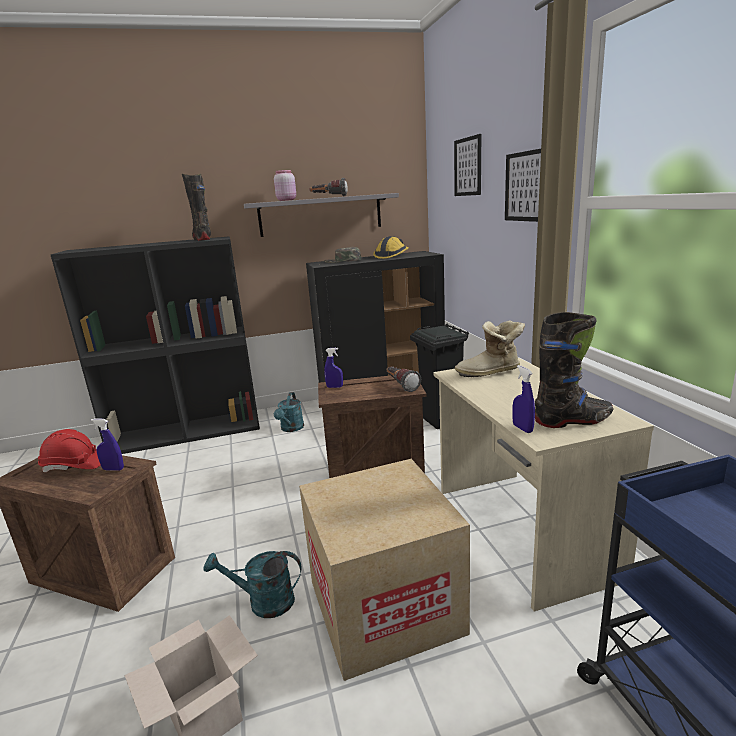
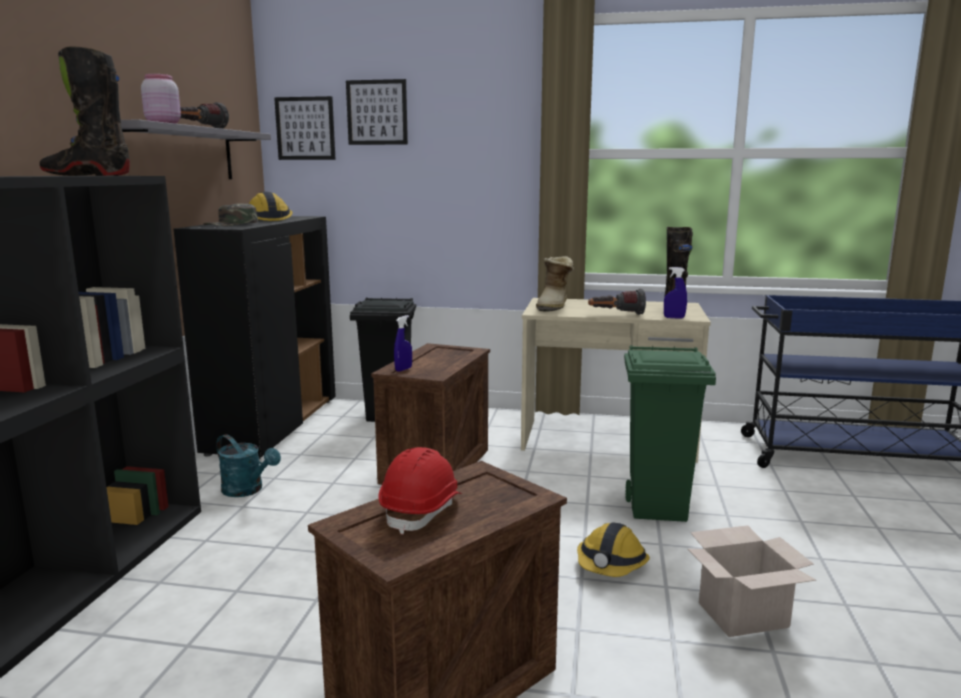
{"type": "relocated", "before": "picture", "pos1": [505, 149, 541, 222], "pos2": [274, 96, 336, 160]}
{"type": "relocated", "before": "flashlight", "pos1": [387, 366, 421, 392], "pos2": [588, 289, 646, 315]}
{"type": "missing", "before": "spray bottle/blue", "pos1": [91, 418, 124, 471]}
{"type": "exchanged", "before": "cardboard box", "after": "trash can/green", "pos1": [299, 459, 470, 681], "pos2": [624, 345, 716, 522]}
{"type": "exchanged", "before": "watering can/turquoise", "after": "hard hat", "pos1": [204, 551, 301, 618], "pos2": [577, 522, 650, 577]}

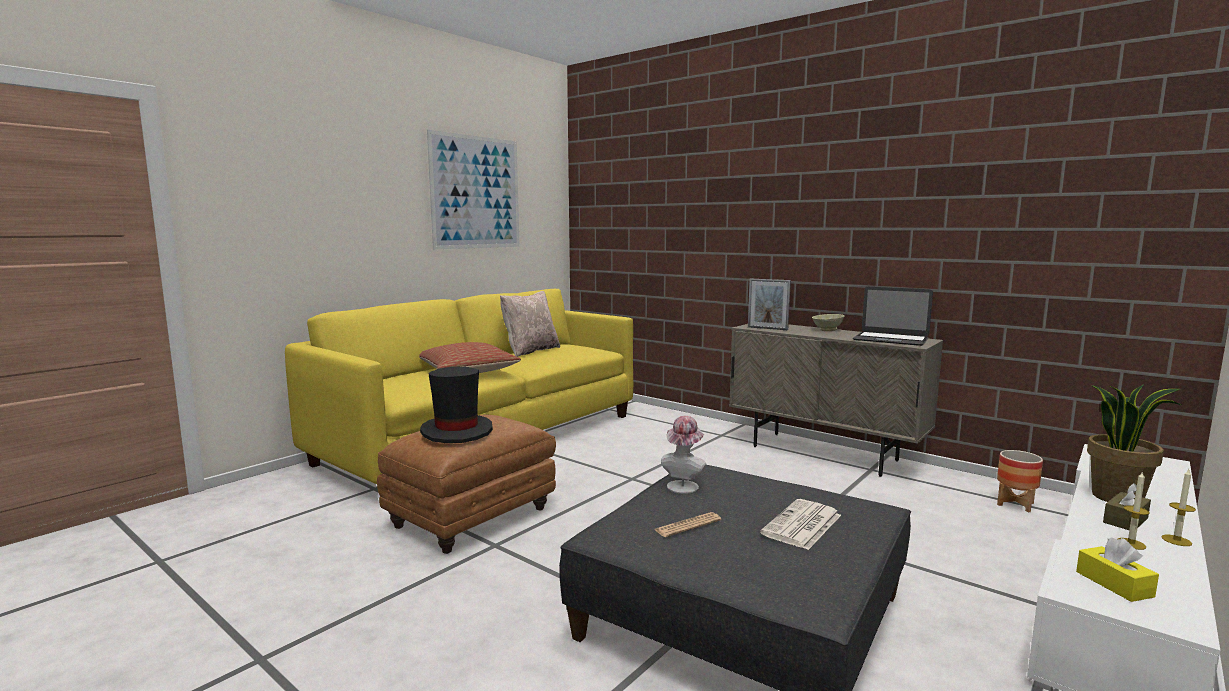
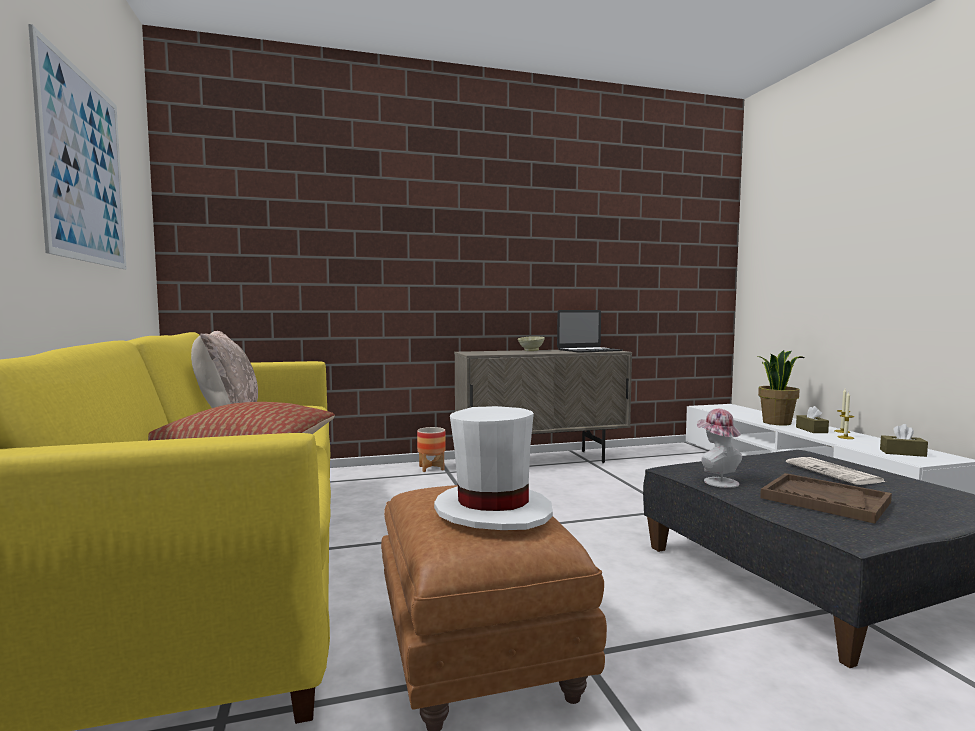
{"type": "missing", "before": "picture frame", "pos1": [748, 279, 791, 330]}
{"type": "colour", "before": "hat/black", "after": "hat/white", "pos1": [420, 367, 493, 443], "pos2": [434, 406, 553, 530]}
{"type": "relocated", "before": "planter", "pos1": [997, 450, 1043, 512], "pos2": [417, 427, 446, 472]}
{"type": "exchanged", "before": "newspaper", "after": "tray/brown", "pos1": [655, 512, 722, 537], "pos2": [760, 473, 892, 523]}
{"type": "colour", "before": "tissue box/yellow", "after": "tissue box/brown", "pos1": [1076, 538, 1159, 602], "pos2": [880, 424, 928, 457]}

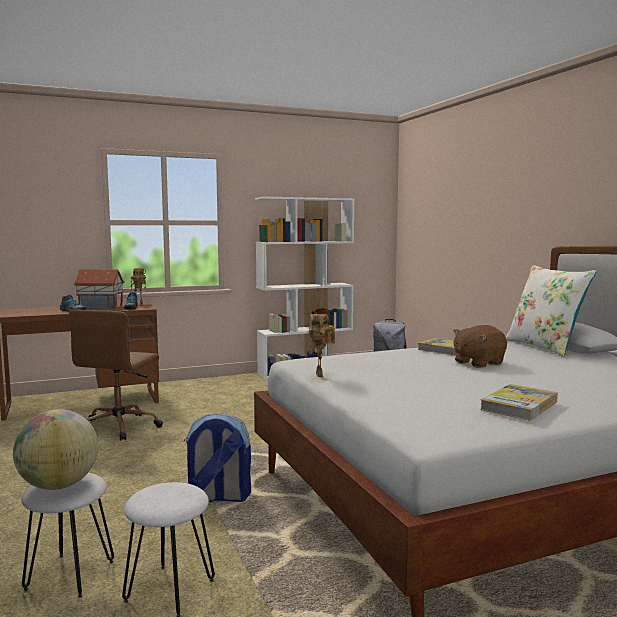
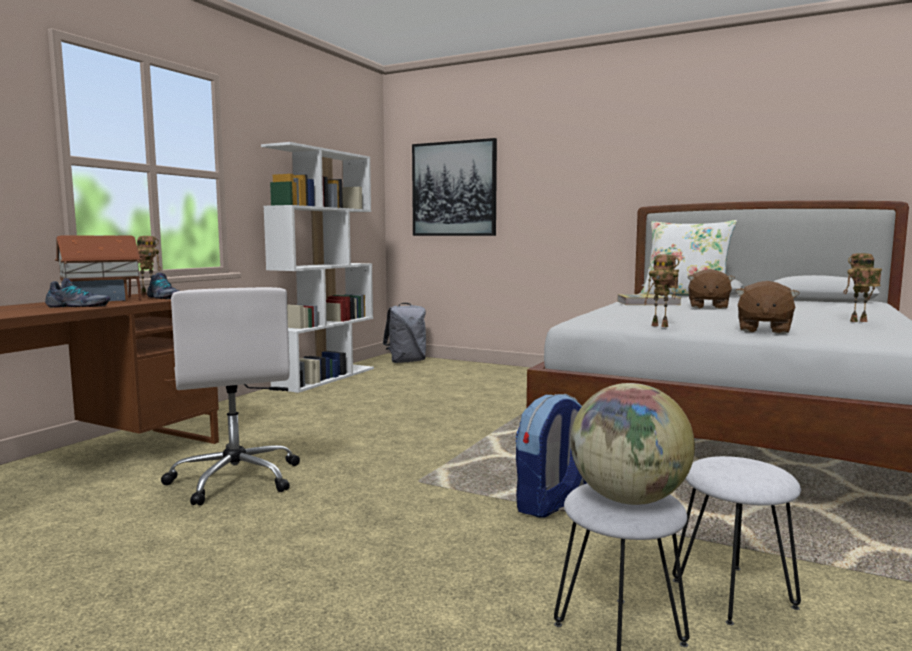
{"type": "colour", "before": "office chair/brown", "after": "office chair/white", "pos1": [69, 310, 163, 440], "pos2": [161, 287, 300, 505]}
{"type": "exchanged", "before": "book", "after": "toy robot", "pos1": [480, 384, 558, 421], "pos2": [843, 253, 882, 322]}
{"type": "appeared", "after": "picture", "pos2": [412, 138, 497, 236]}
{"type": "appeared", "after": "plush toy/brown", "pos2": [735, 281, 800, 334]}

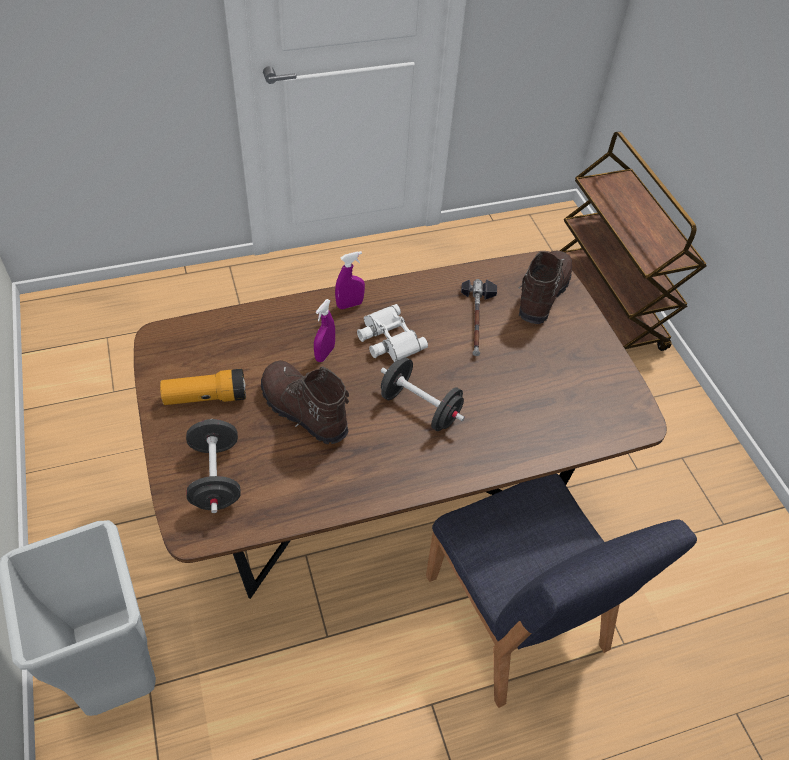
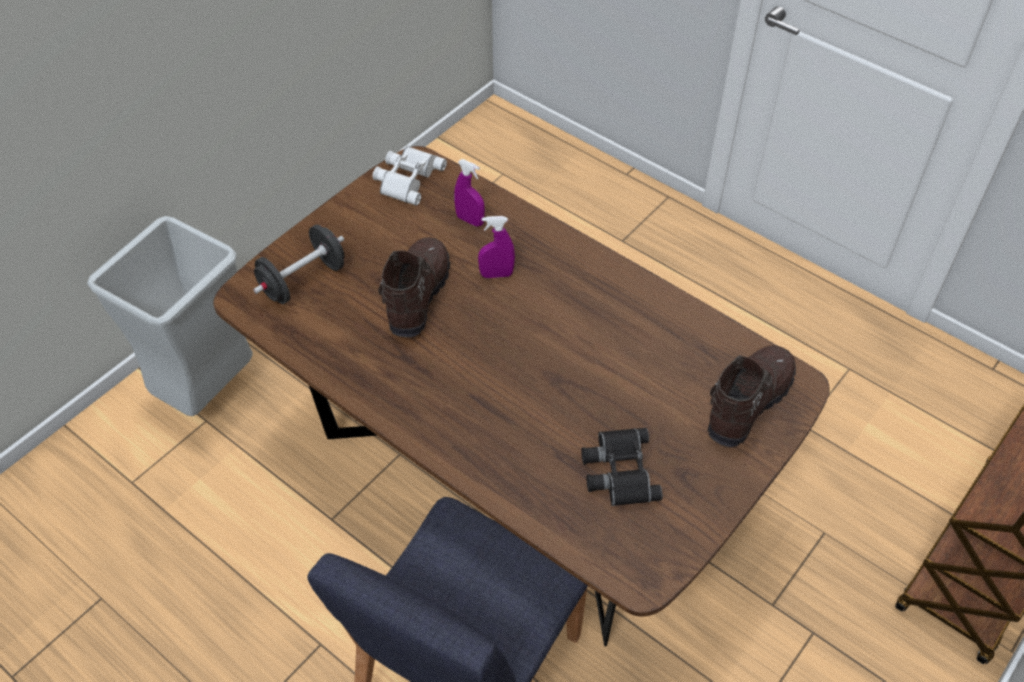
{"type": "spun", "before": "boot/brown", "pos1": [519, 250, 572, 324], "pos2": [707, 345, 796, 447], "turn": -45}
{"type": "relocated", "before": "spray bottle/purple", "pos1": [335, 251, 365, 309], "pos2": [454, 159, 485, 226]}
{"type": "missing", "before": "hammer", "pos1": [461, 279, 497, 356]}
{"type": "relocated", "before": "binoculars/white", "pos1": [357, 304, 428, 362], "pos2": [372, 146, 447, 205]}
{"type": "missing", "before": "dumbbell/black", "pos1": [381, 357, 465, 431]}
{"type": "missing", "before": "flashlight", "pos1": [160, 369, 246, 405]}
{"type": "appeared", "after": "binoculars/black", "pos2": [581, 428, 663, 506]}

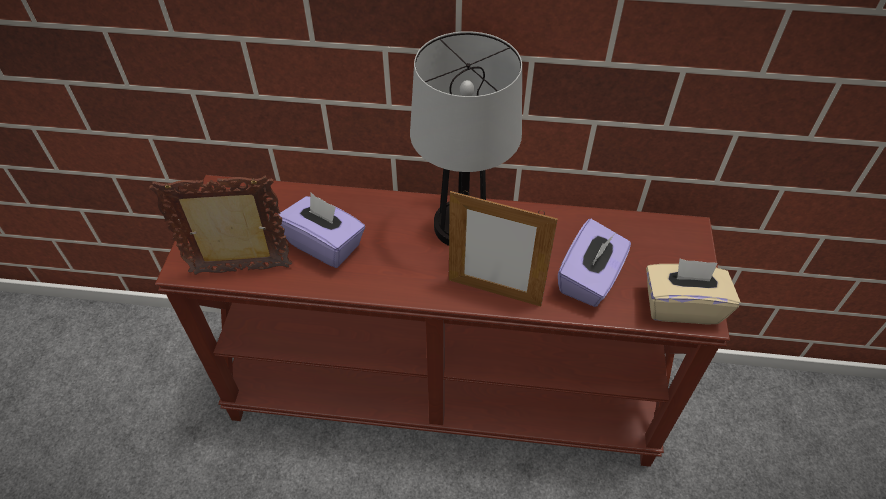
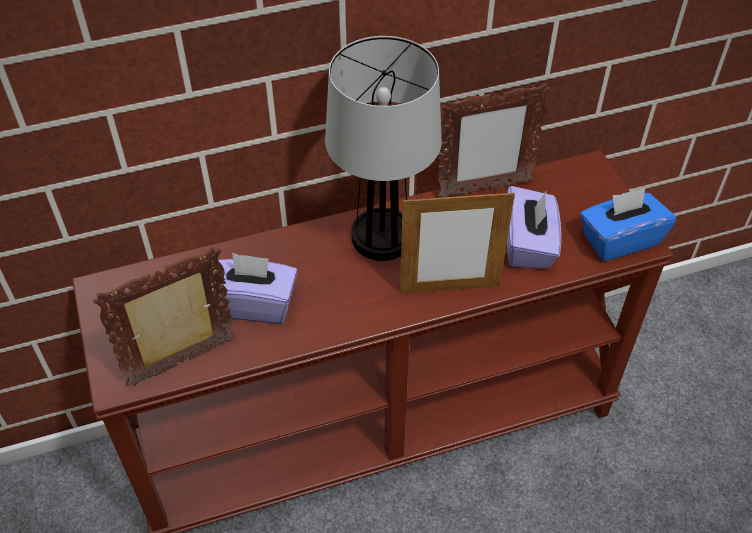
{"type": "colour", "before": "tissue box/beige", "after": "tissue box/blue", "pos1": [646, 258, 740, 324], "pos2": [580, 188, 676, 261]}
{"type": "appeared", "after": "picture frame", "pos2": [437, 83, 550, 198]}

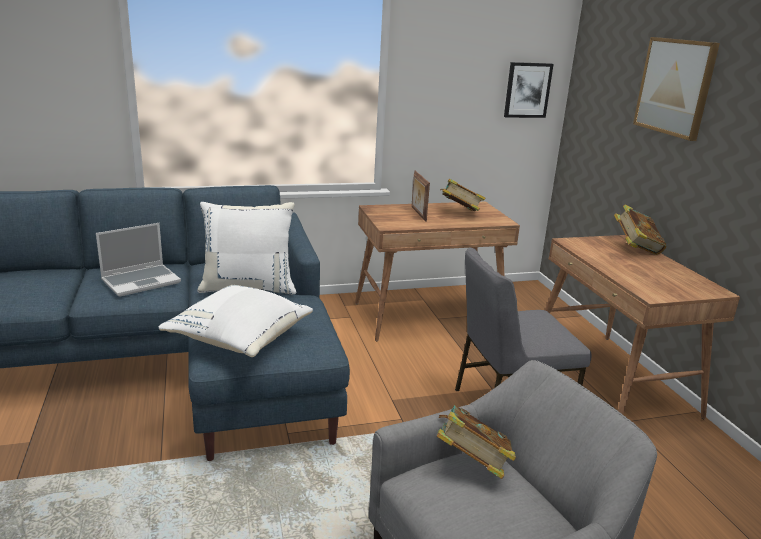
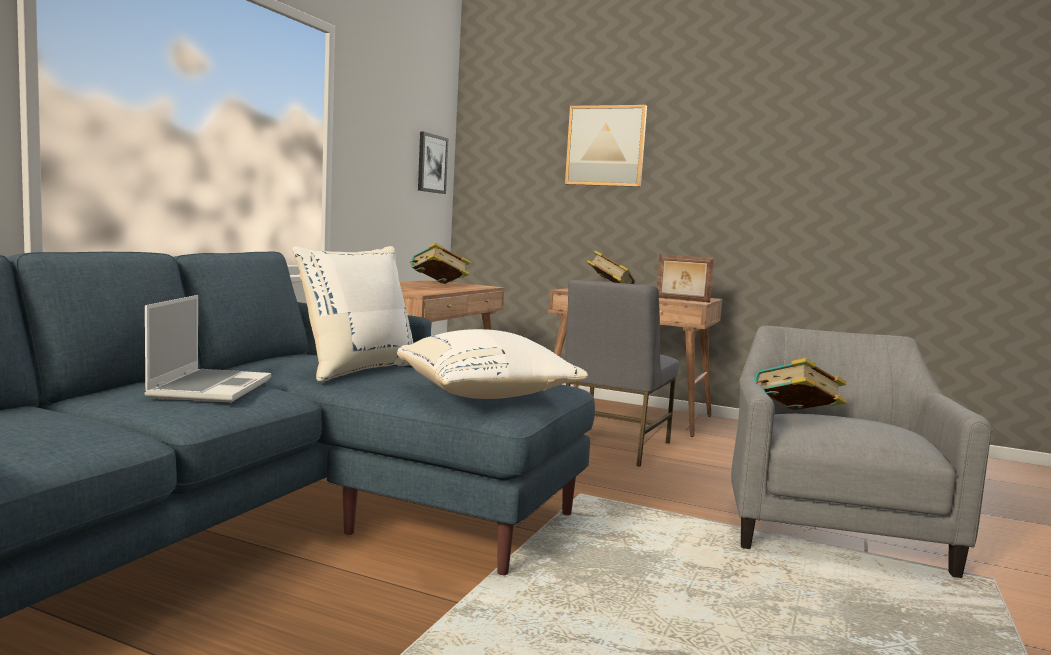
{"type": "relocated", "before": "picture frame", "pos1": [412, 171, 430, 222], "pos2": [657, 254, 714, 302]}

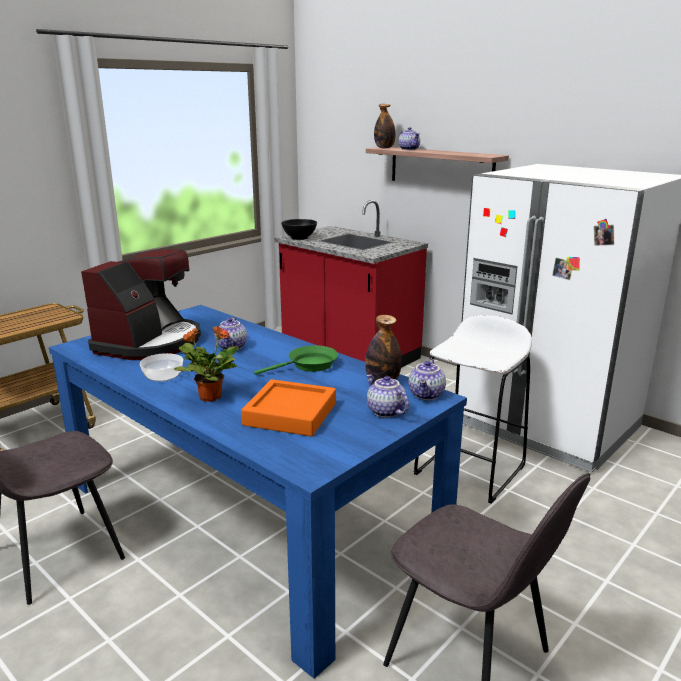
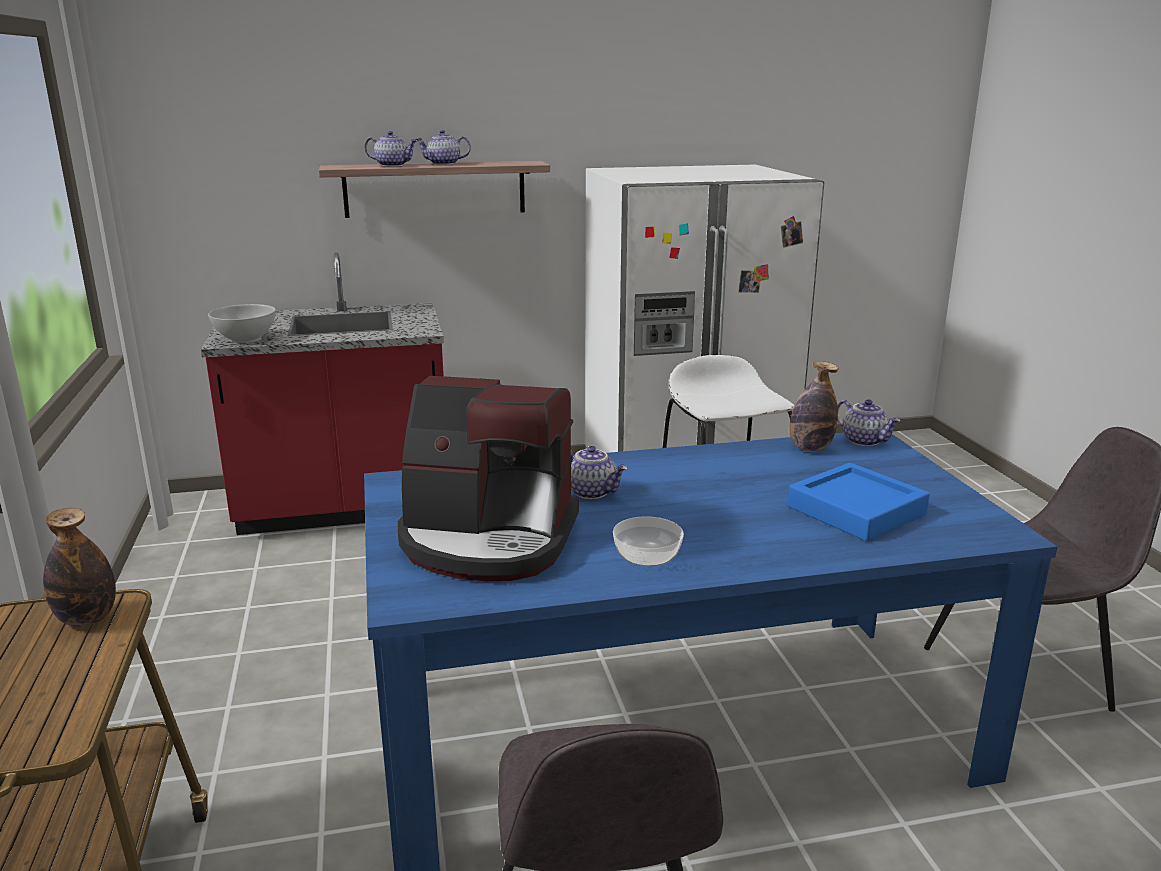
{"type": "relocated", "before": "bottle", "pos1": [374, 104, 396, 148], "pos2": [43, 508, 116, 627]}
{"type": "colour", "before": "bowl/black", "after": "bowl/white", "pos1": [281, 219, 317, 240], "pos2": [208, 304, 276, 343]}
{"type": "spun", "before": "coffee machine", "pos1": [81, 249, 201, 360], "pos2": [398, 376, 579, 581], "turn": 135}
{"type": "missing", "before": "potted plant", "pos1": [174, 326, 239, 402]}
{"type": "missing", "before": "frying pan/green", "pos1": [254, 345, 338, 375]}
{"type": "relocated", "before": "teapot", "pos1": [366, 374, 409, 418], "pos2": [415, 130, 471, 165]}
{"type": "colour", "before": "tray/orange", "after": "tray/blue", "pos1": [241, 379, 336, 436], "pos2": [788, 463, 930, 541]}

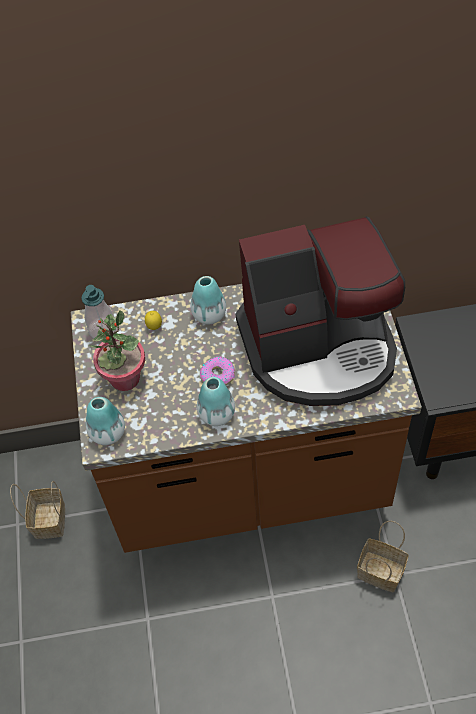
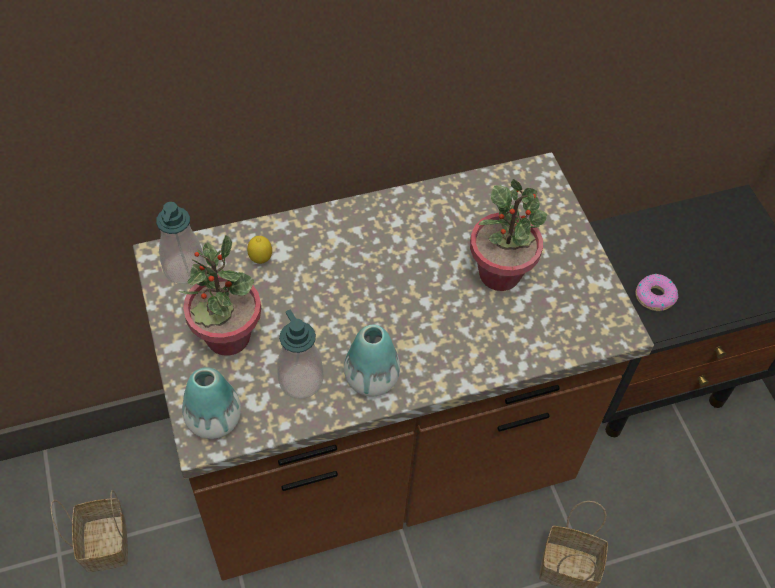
{"type": "exchanged", "before": "coffee machine", "after": "potted plant", "pos1": [235, 216, 405, 406], "pos2": [470, 179, 547, 291]}
{"type": "missing", "before": "vase", "pos1": [191, 276, 226, 324]}
{"type": "relocated", "before": "donut", "pos1": [200, 357, 235, 385], "pos2": [636, 274, 678, 311]}
{"type": "appeared", "after": "soap dispenser", "pos2": [277, 309, 323, 399]}

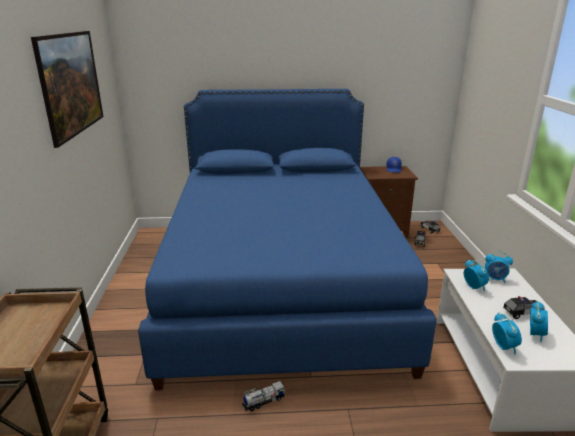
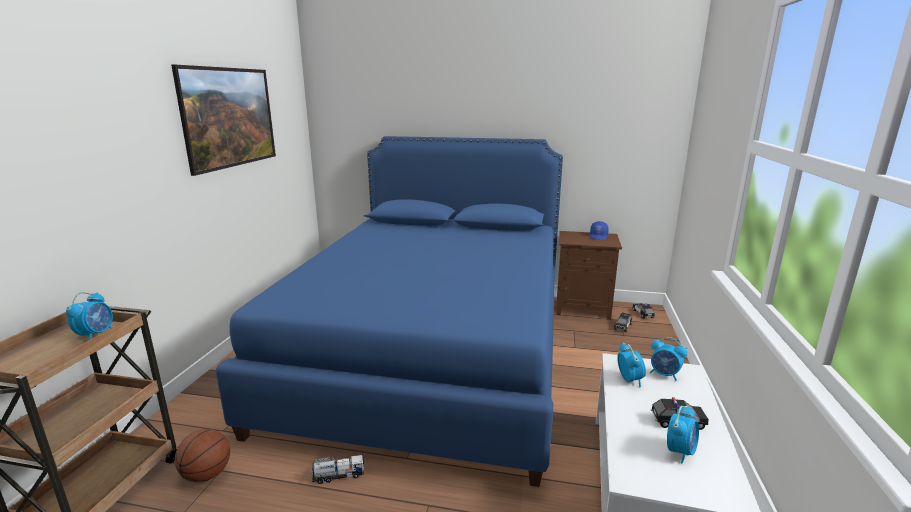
{"type": "relocated", "before": "alarm clock", "pos1": [492, 312, 522, 354], "pos2": [66, 292, 113, 340]}
{"type": "appeared", "after": "basketball", "pos2": [175, 429, 230, 482]}

